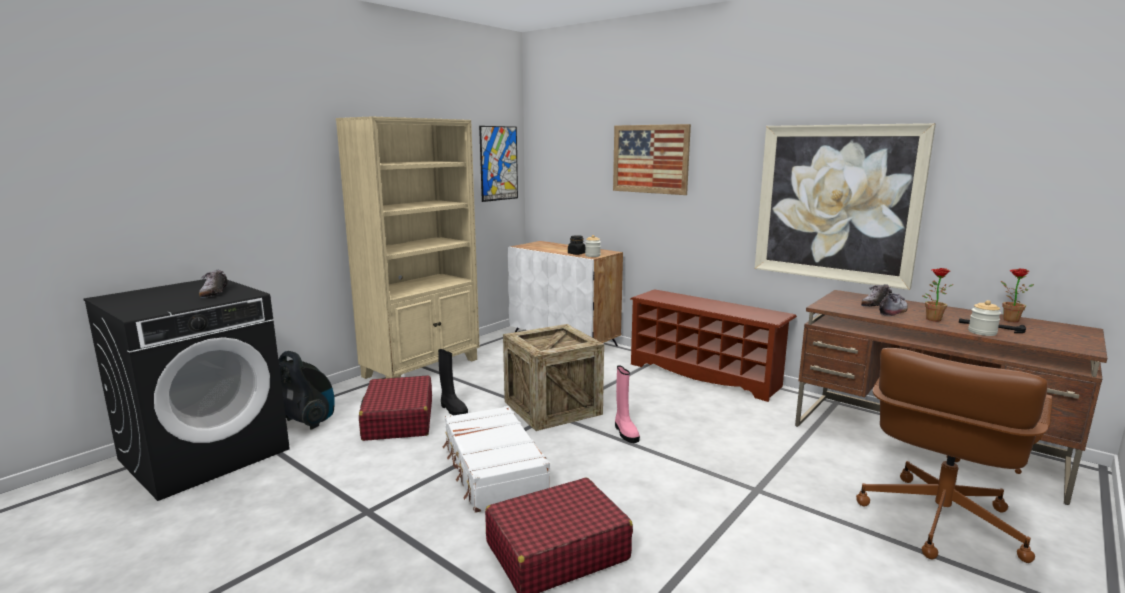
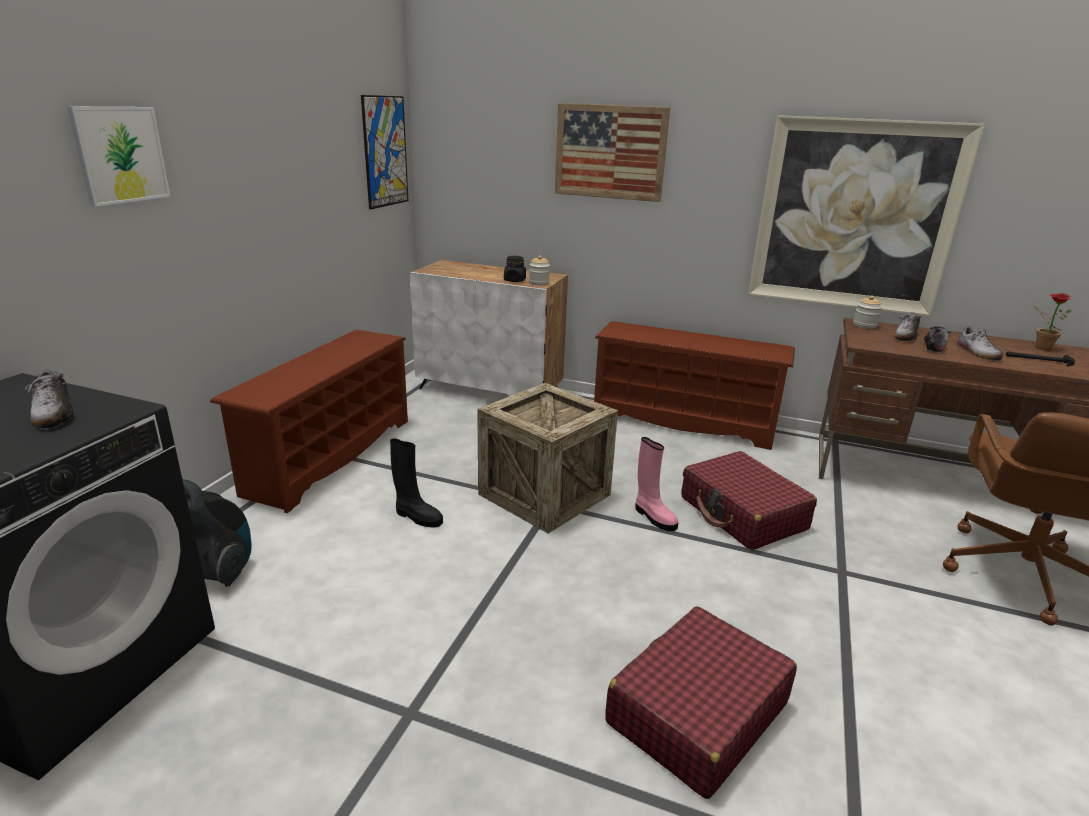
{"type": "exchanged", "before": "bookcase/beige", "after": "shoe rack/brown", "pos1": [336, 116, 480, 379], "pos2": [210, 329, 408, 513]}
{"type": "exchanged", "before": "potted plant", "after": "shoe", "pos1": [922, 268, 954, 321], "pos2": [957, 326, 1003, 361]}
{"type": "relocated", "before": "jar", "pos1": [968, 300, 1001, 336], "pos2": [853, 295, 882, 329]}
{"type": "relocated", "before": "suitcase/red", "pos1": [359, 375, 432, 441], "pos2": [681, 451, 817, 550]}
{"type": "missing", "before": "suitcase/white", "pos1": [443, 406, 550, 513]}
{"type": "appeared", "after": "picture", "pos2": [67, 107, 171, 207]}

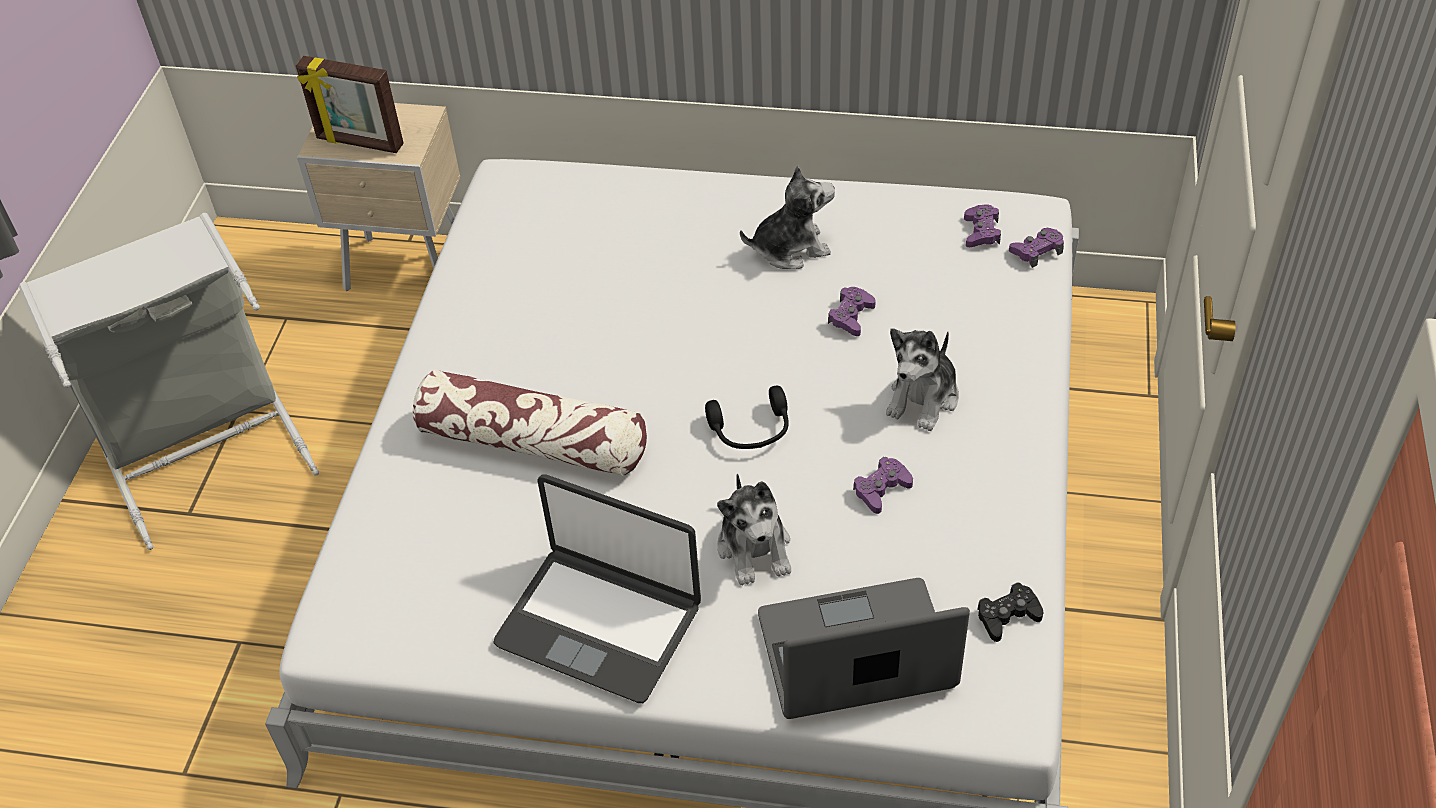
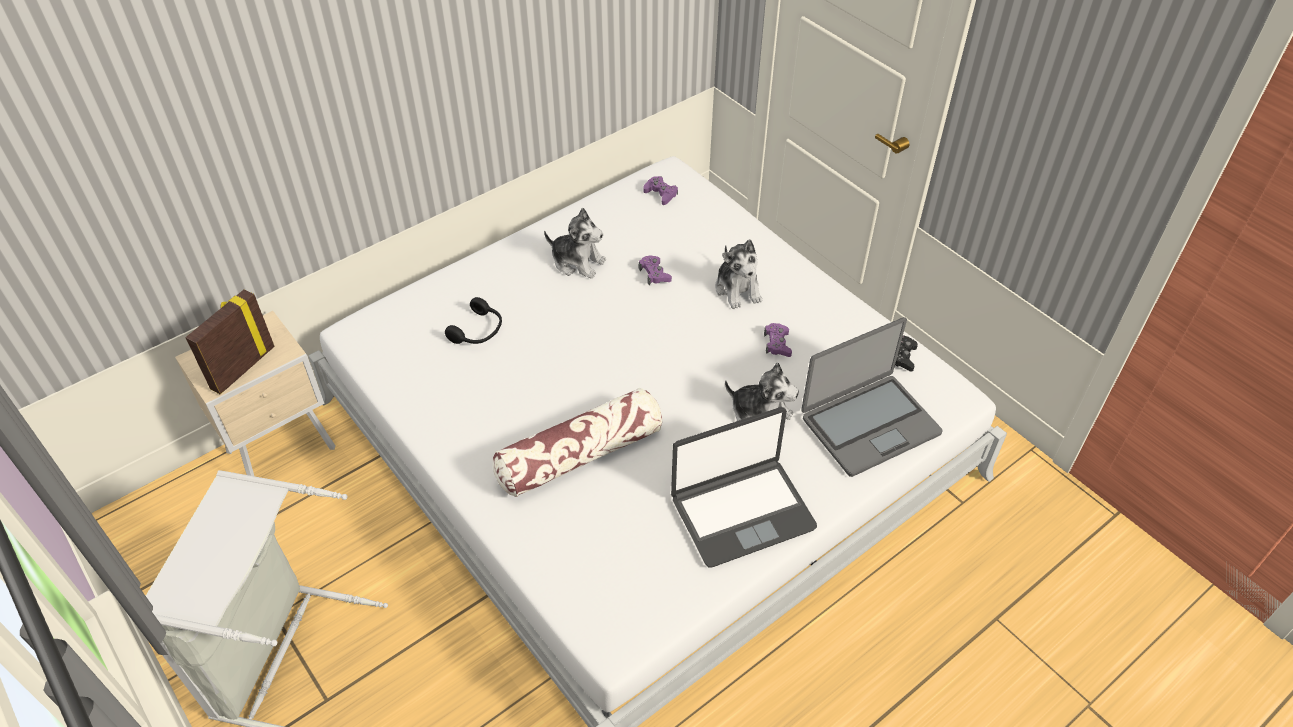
{"type": "spun", "before": "picture frame", "pos1": [296, 56, 404, 153], "pos2": [186, 289, 275, 394], "turn": 150}
{"type": "spun", "before": "plush toy", "pos1": [740, 166, 835, 269], "pos2": [544, 208, 606, 279], "turn": 90}
{"type": "missing", "before": "game controller/purple", "pos1": [1009, 228, 1064, 268]}
{"type": "relocated", "before": "headphones/black", "pos1": [705, 386, 789, 449], "pos2": [445, 297, 502, 344]}
{"type": "spun", "before": "laptop", "pos1": [758, 578, 970, 719], "pos2": [801, 317, 943, 477], "turn": -150}

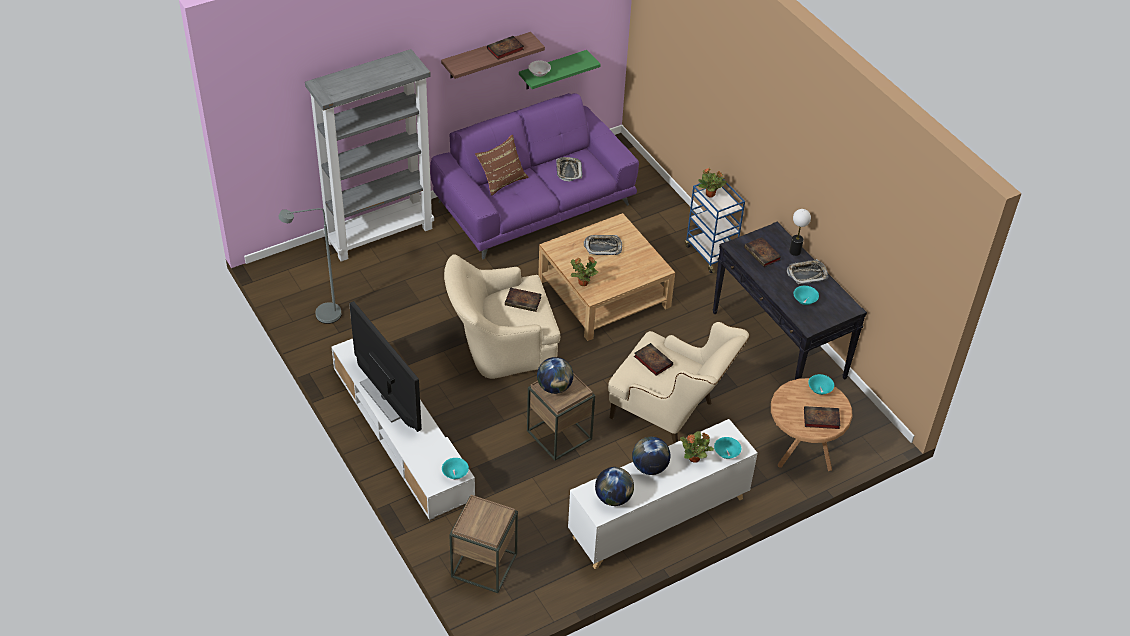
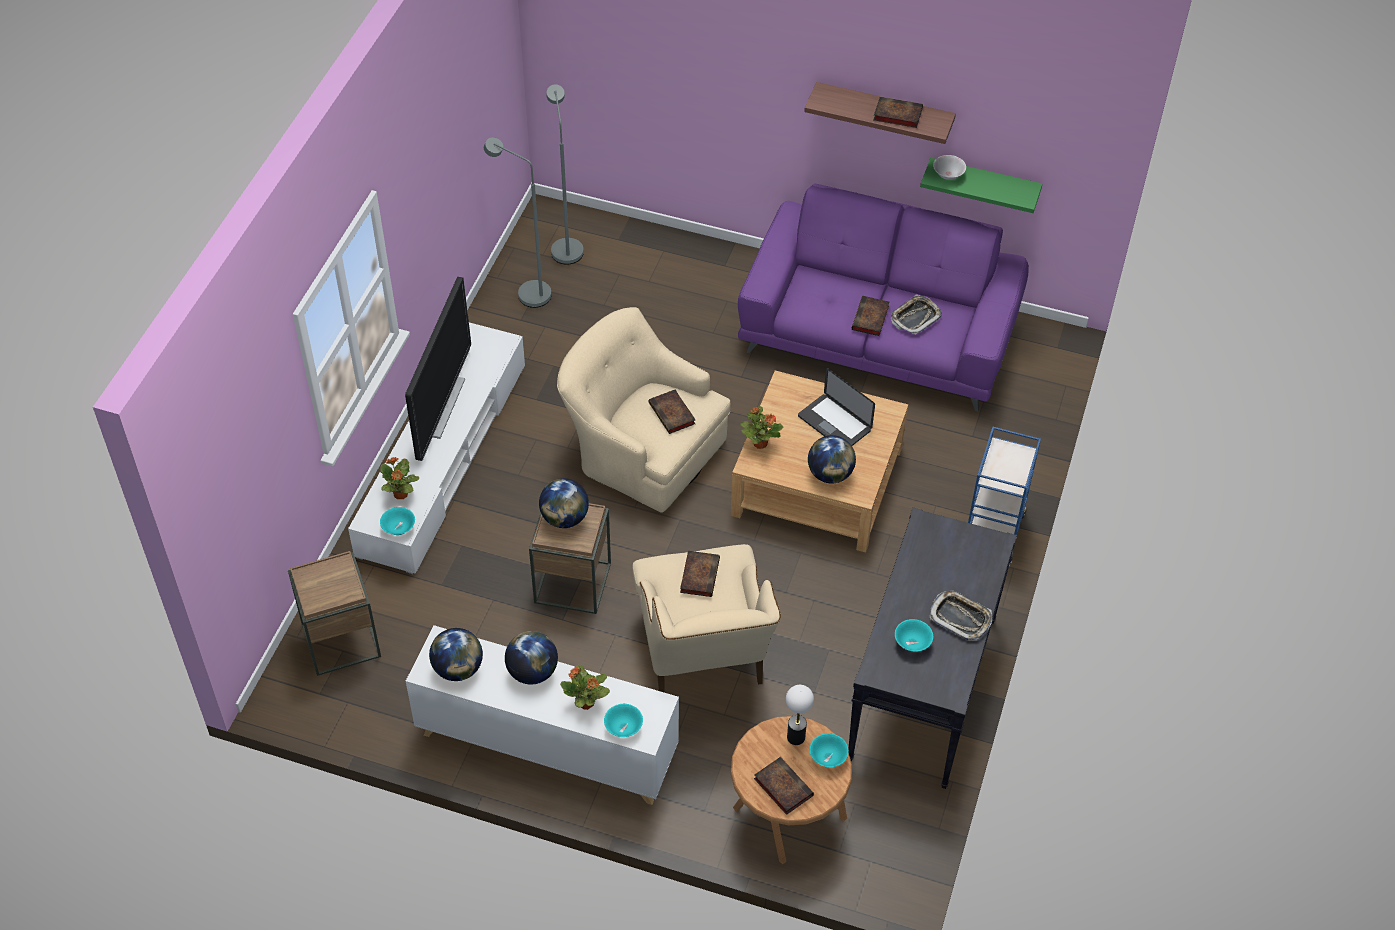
{"type": "missing", "before": "bookcase/grey", "pos1": [305, 49, 434, 262]}
{"type": "missing", "before": "pillow/brown", "pos1": [475, 135, 529, 196]}
{"type": "relocated", "before": "potted plant", "pos1": [698, 168, 727, 197], "pos2": [380, 457, 419, 499]}
{"type": "relocated", "before": "table lamp", "pos1": [789, 209, 811, 256], "pos2": [786, 685, 814, 745]}
{"type": "exchanged", "before": "tray", "after": "laptop", "pos1": [584, 235, 622, 255], "pos2": [798, 368, 875, 446]}
{"type": "relocated", "before": "book", "pos1": [744, 237, 782, 267], "pos2": [852, 296, 889, 336]}
{"type": "appeared", "after": "floor lamp/grey", "pos2": [546, 84, 584, 265]}
{"type": "appeared", "after": "globe", "pos2": [808, 435, 856, 484]}

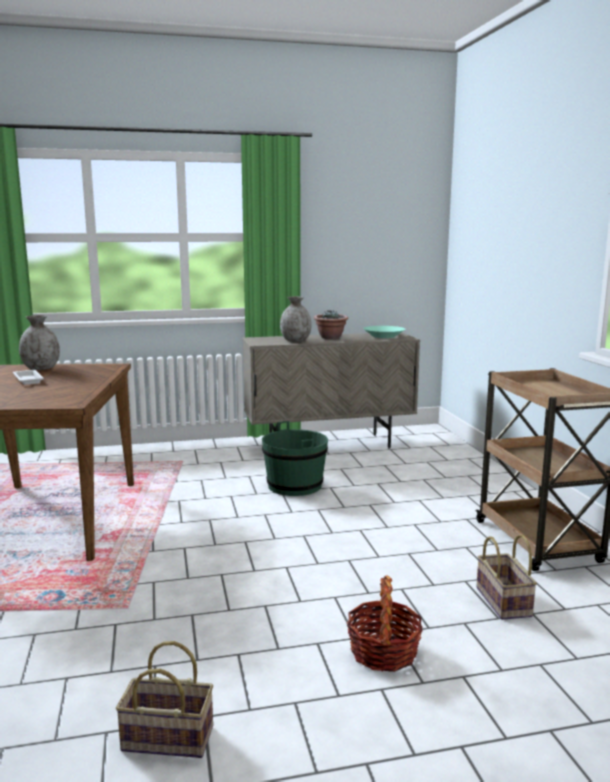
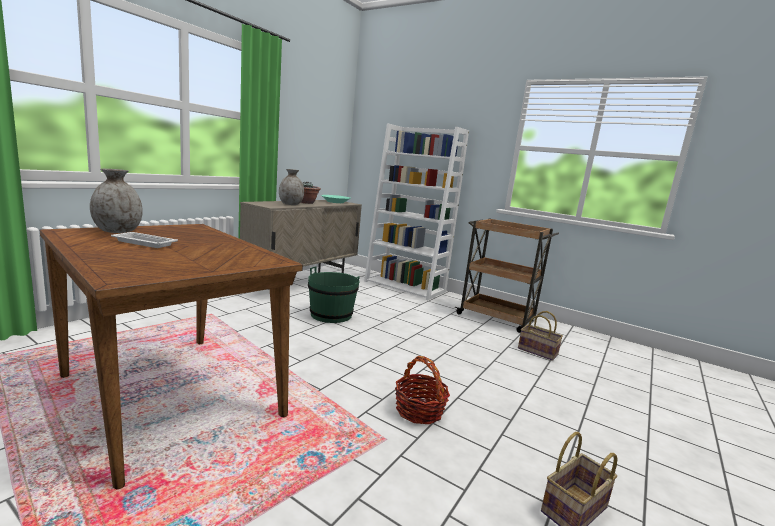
{"type": "relocated", "before": "basket", "pos1": [347, 575, 423, 672], "pos2": [395, 356, 450, 424]}
{"type": "appeared", "after": "bookcase/white", "pos2": [364, 124, 469, 300]}

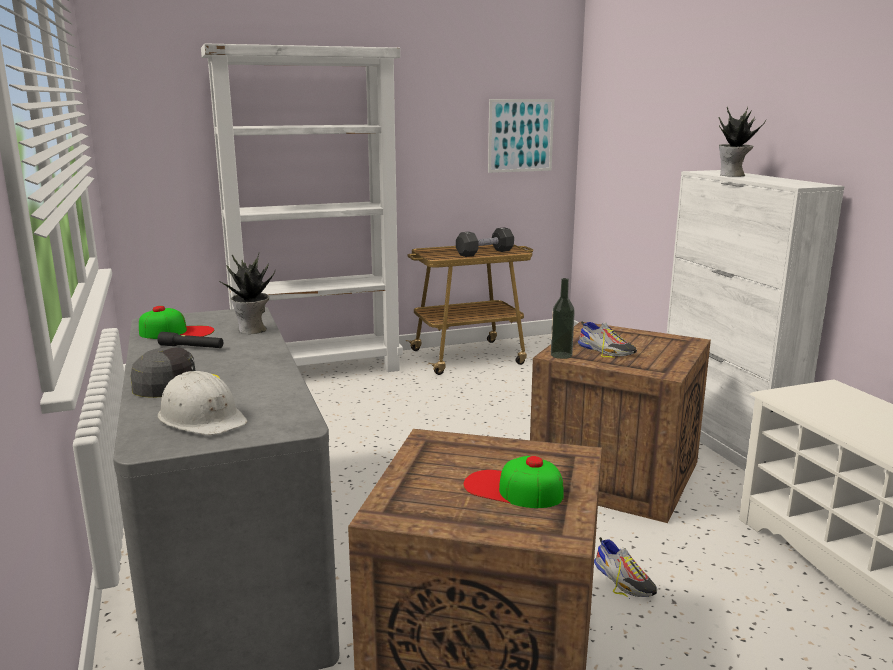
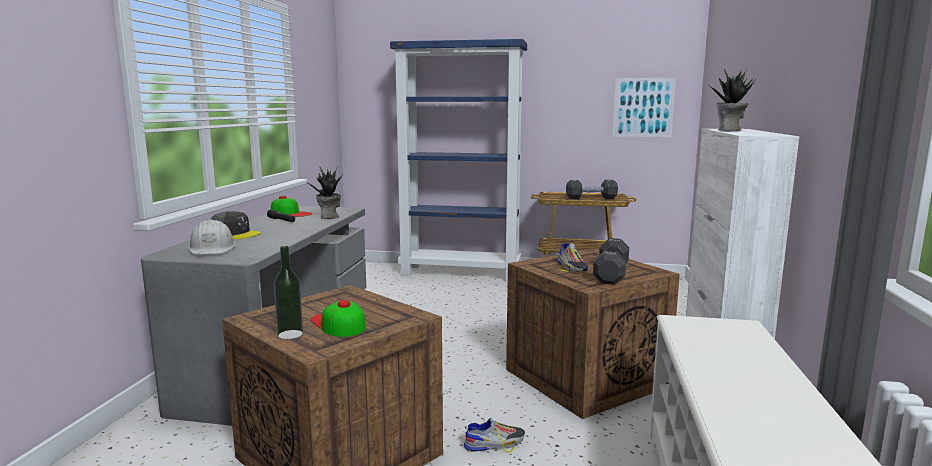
{"type": "colour", "before": "bookcase/white", "after": "bookcase/blue", "pos1": [201, 43, 403, 372], "pos2": [390, 39, 527, 282]}
{"type": "relocated", "before": "bottle", "pos1": [551, 278, 575, 359], "pos2": [274, 246, 303, 340]}
{"type": "spun", "before": "shoe", "pos1": [594, 537, 658, 597], "pos2": [464, 418, 525, 453], "turn": -105}
{"type": "appeared", "after": "dumbbell/black", "pos2": [593, 238, 629, 285]}

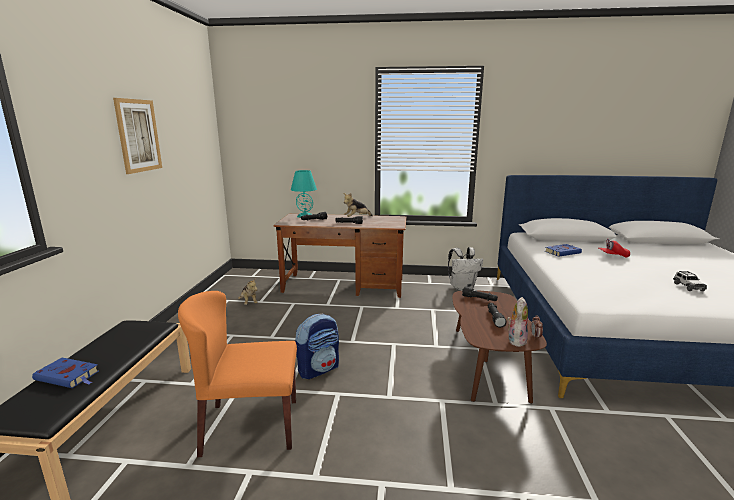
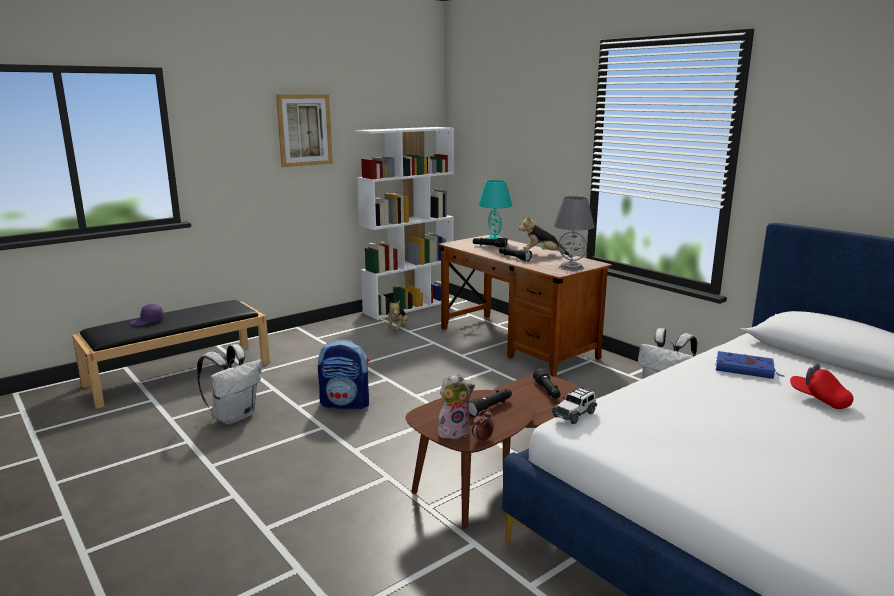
{"type": "relocated", "before": "toy car", "pos1": [673, 271, 707, 291], "pos2": [552, 387, 597, 424]}
{"type": "exchanged", "before": "chair/orange", "after": "backpack/white", "pos1": [178, 291, 297, 457], "pos2": [197, 344, 262, 425]}
{"type": "exchanged", "before": "book/blue", "after": "cap/purple", "pos1": [32, 358, 99, 388], "pos2": [130, 304, 164, 326]}
{"type": "appeared", "after": "bookcase/white", "pos2": [355, 127, 454, 320]}
{"type": "appeared", "after": "table lamp/grey", "pos2": [553, 196, 595, 271]}

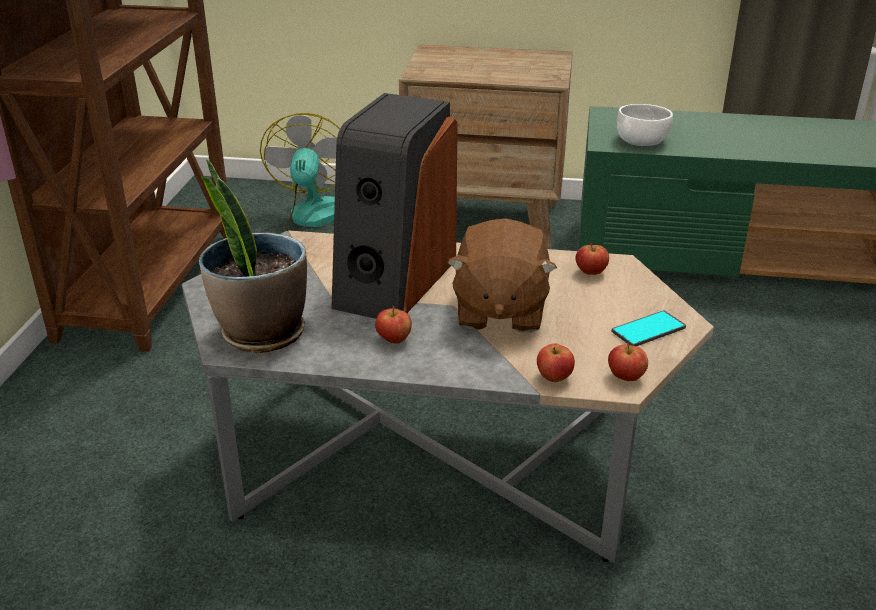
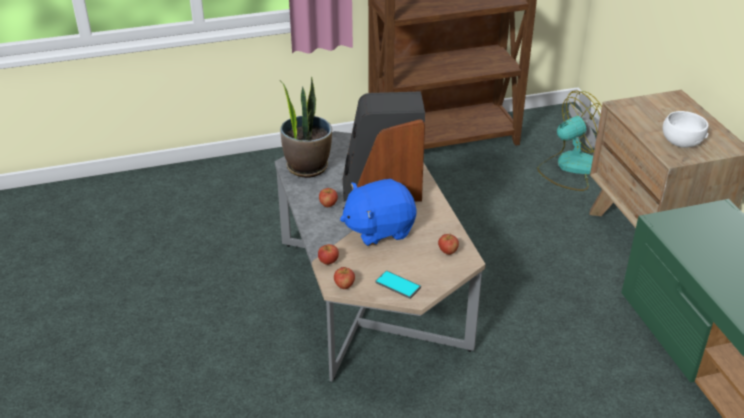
{"type": "relocated", "before": "bowl/white", "pos1": [617, 104, 673, 146], "pos2": [663, 111, 708, 148]}
{"type": "colour", "before": "plush toy/brown", "after": "plush toy/blue", "pos1": [447, 218, 557, 333], "pos2": [340, 179, 417, 246]}

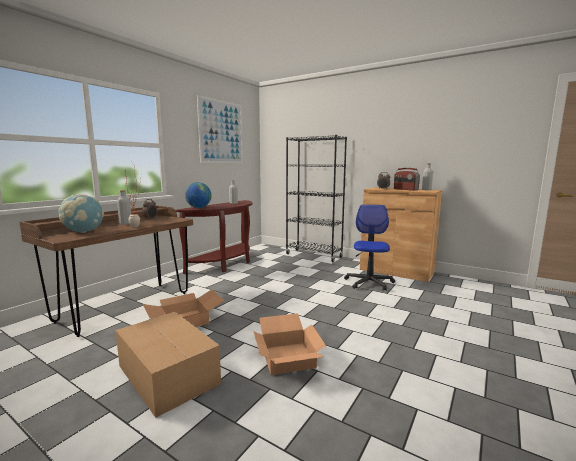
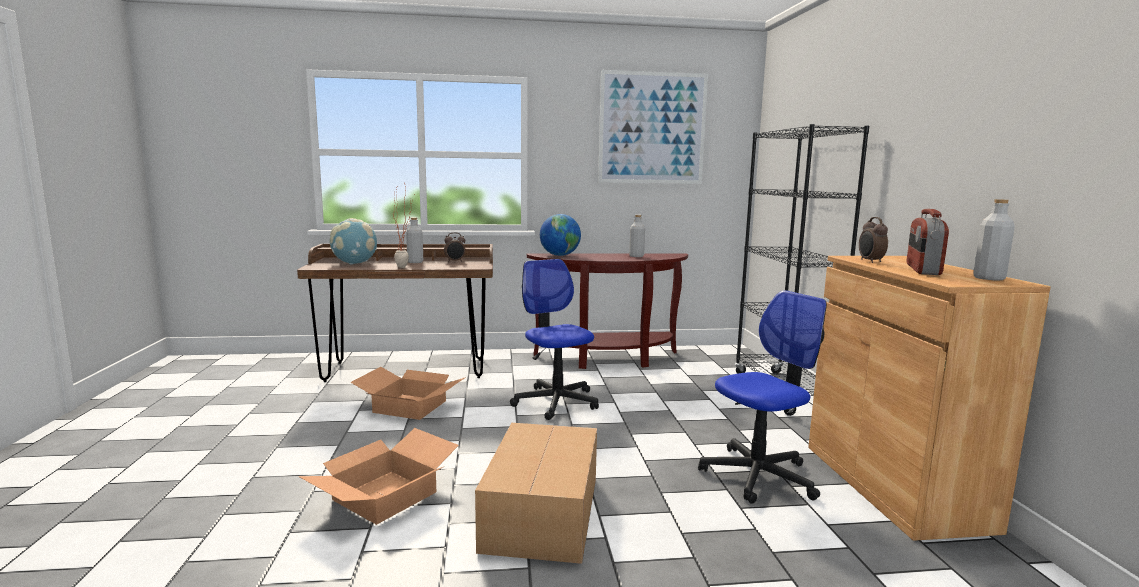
{"type": "relocated", "before": "cardboard box", "pos1": [115, 312, 221, 418], "pos2": [475, 423, 597, 564]}
{"type": "appeared", "after": "office chair", "pos2": [510, 259, 599, 420]}

